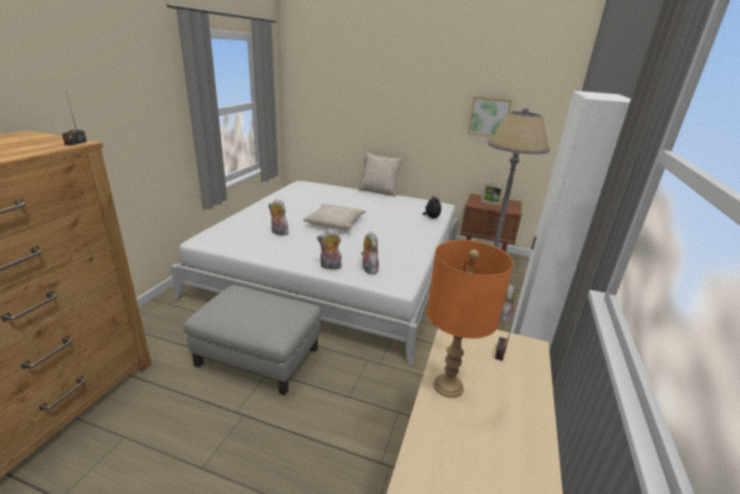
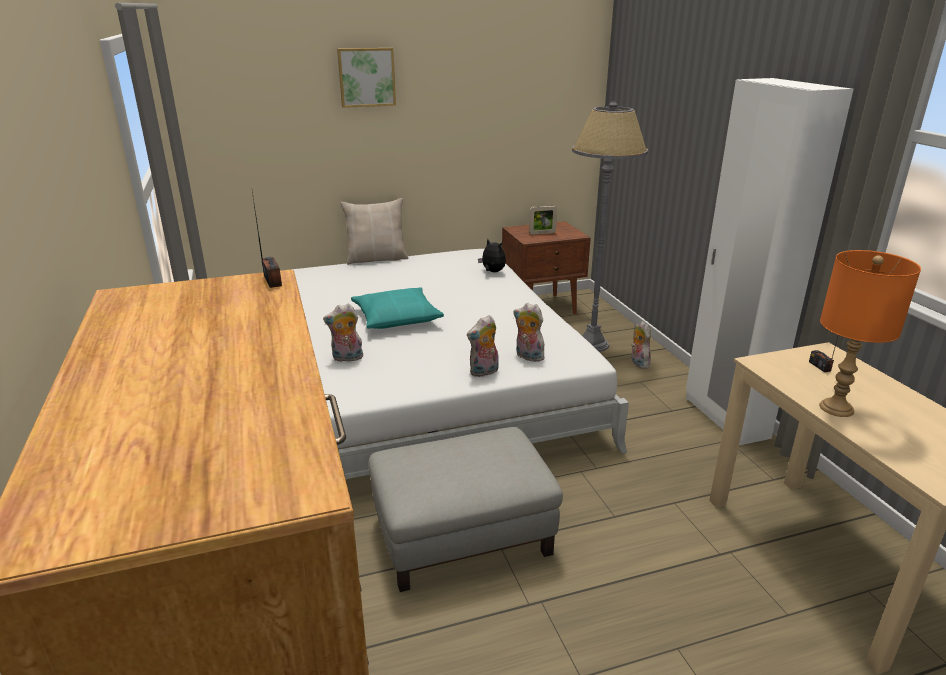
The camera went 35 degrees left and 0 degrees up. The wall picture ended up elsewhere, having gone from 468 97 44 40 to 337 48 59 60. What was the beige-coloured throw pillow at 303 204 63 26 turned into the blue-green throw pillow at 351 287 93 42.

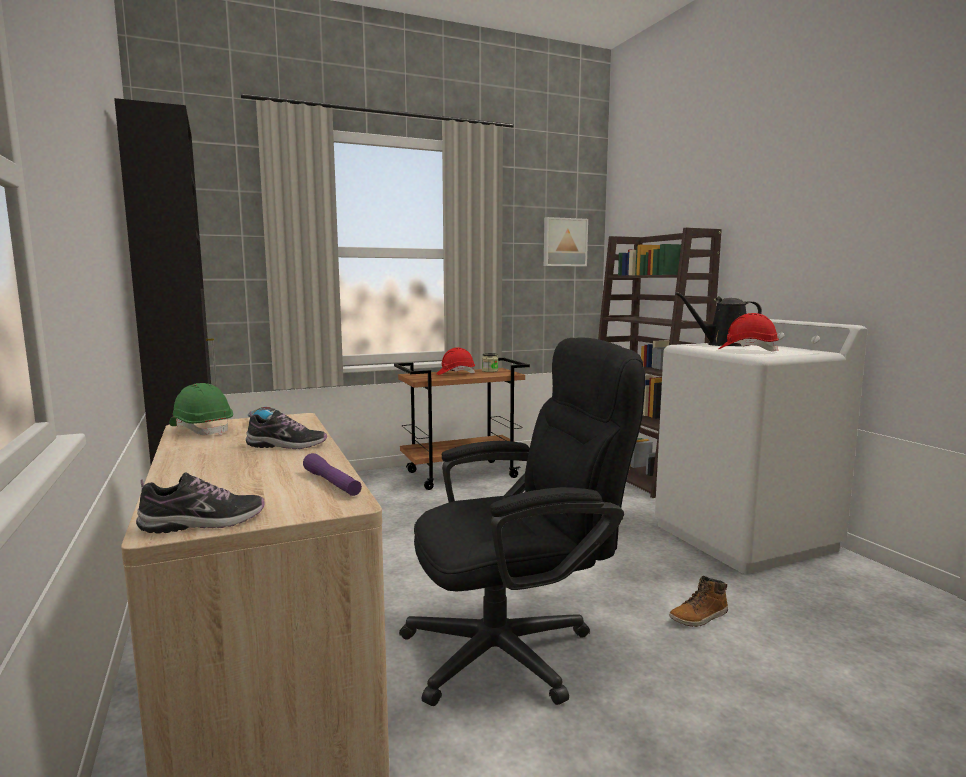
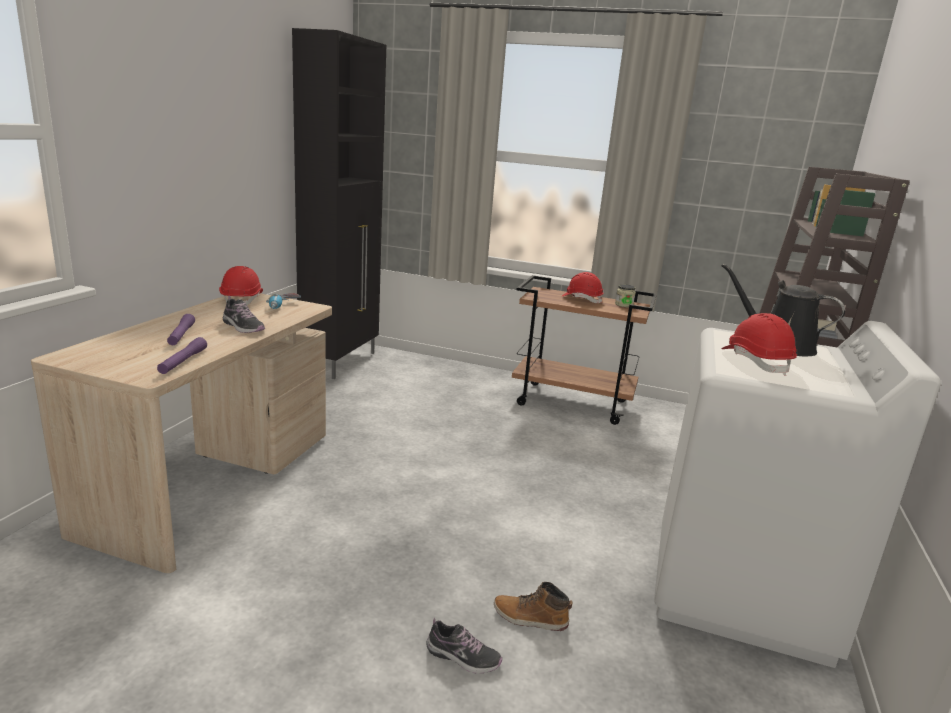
The camera went 40 degrees right and 10 degrees up. The second view lost the black desk chair at 399 337 247 369. The second view lost the wall picture at 544 217 44 49. The second view gained the purple flashlight at 167 314 28 31. The low shoe ended up elsewhere, having gone from 136 472 129 61 to 426 618 76 55. What was the green safety helmet at 169 383 64 53 turned into the red-coloured safety helmet at 219 266 44 39.

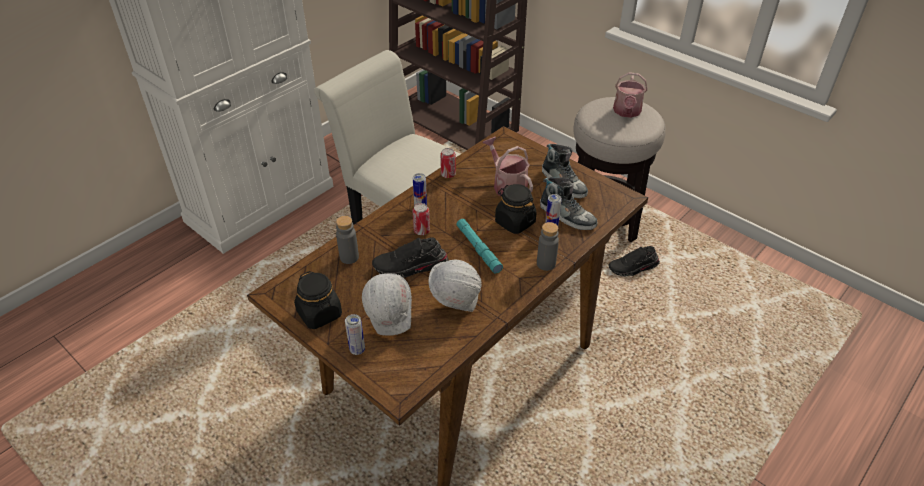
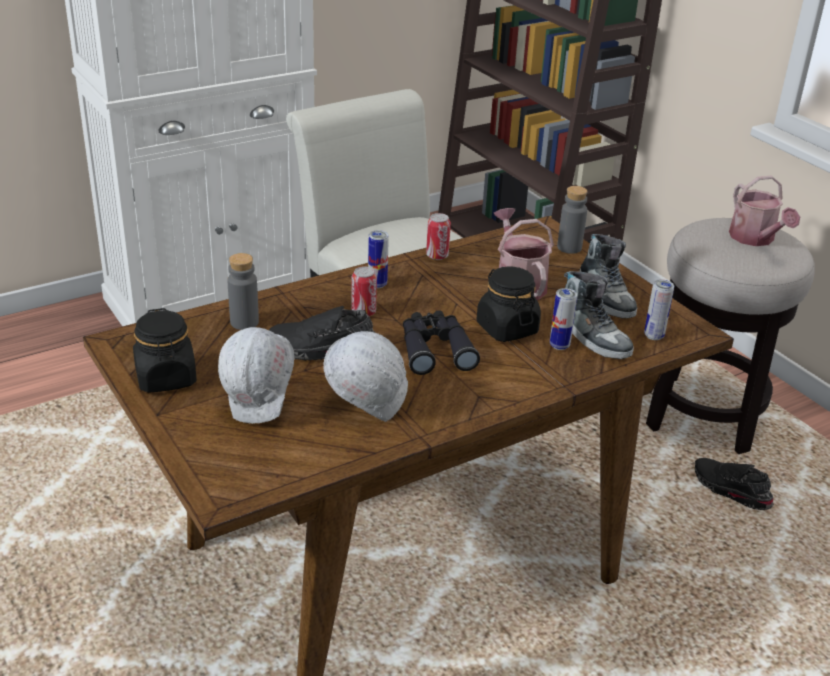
The camera went 15 degrees right and 10 degrees down. The sealed can ended up elsewhere, having gone from 345 314 20 41 to 644 279 30 61. The grey bottle ended up elsewhere, having gone from 537 222 22 49 to 557 186 31 68. Where the blue-green flashlight stood at 457 219 46 55, the black field glasses came to stand at 403 310 77 65. The black low shoe at 608 246 52 31 ended up facing another way, 45 degrees clockwise from before. The watering can at 613 72 34 46 ended up facing another way, 45 degrees counterclockwise from before.

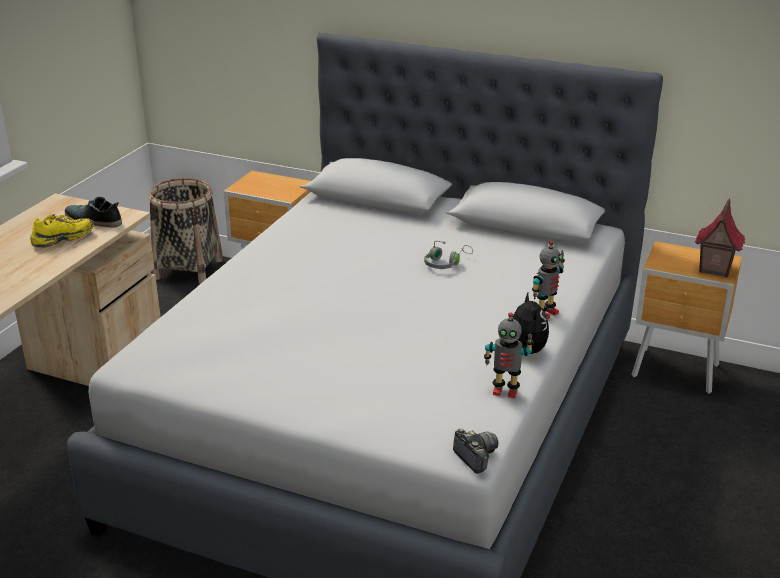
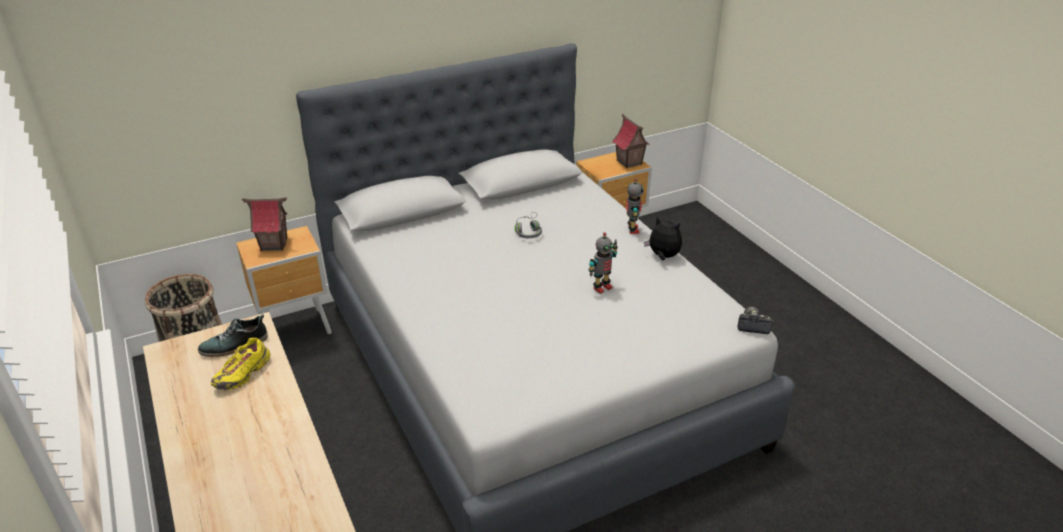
The camera went 50 degrees left and 5 degrees up. The second view gained the model house at 242 197 46 54. The model robot ended up elsewhere, having gone from 484 312 50 86 to 589 232 29 62. The yellow-coloured low shoe at 30 214 64 34 ended up facing another way, 150 degrees counterclockwise from before.

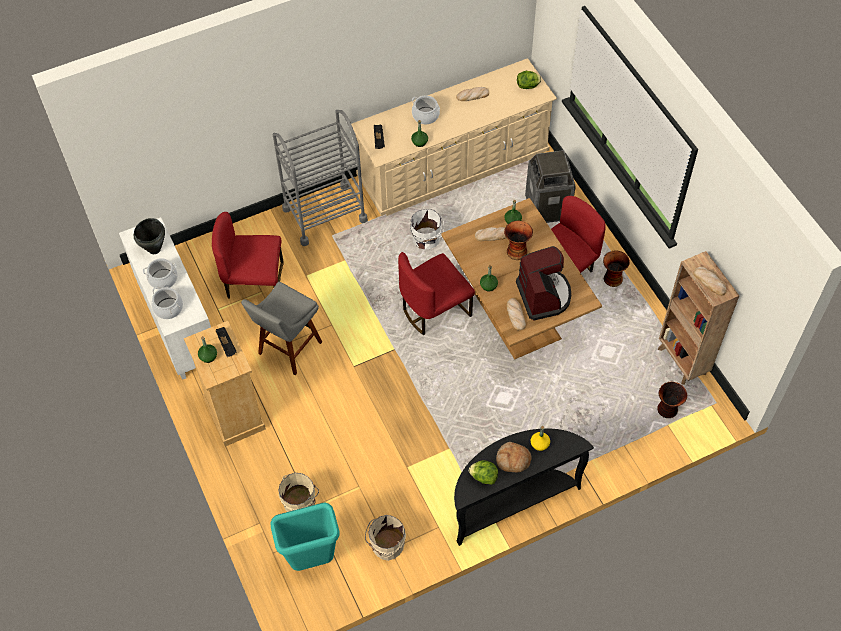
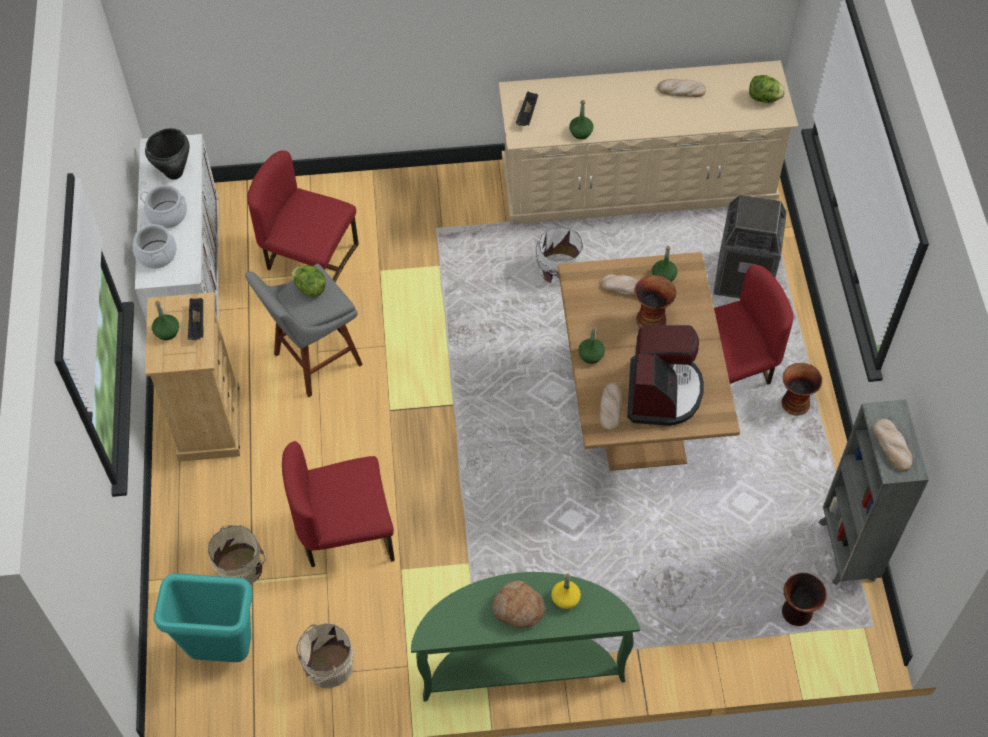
The camera went 20 degrees right and 0 degrees up. The second view lost the grey trolley at 273 110 95 136. The second view lost the cooking pot at 412 95 28 29. The red-coloured plain chair ended up elsewhere, having gone from 398 252 77 83 to 282 441 113 126. The head of lettuce ended up elsewhere, having gone from 469 460 29 25 to 291 265 35 32. What was the black hall table at 454 428 140 118 turned into the green hall table at 411 572 229 130. What was the brown shelving unit at 658 251 81 134 turned into the grey shelving unit at 819 399 110 186.

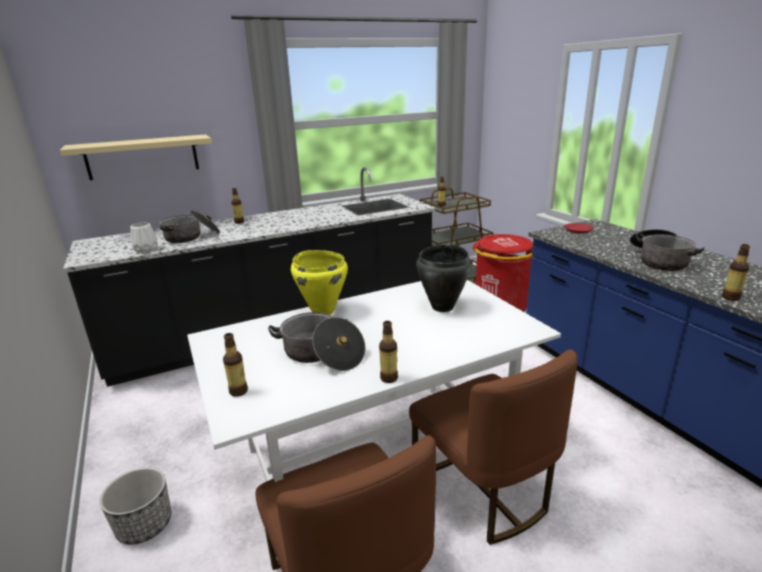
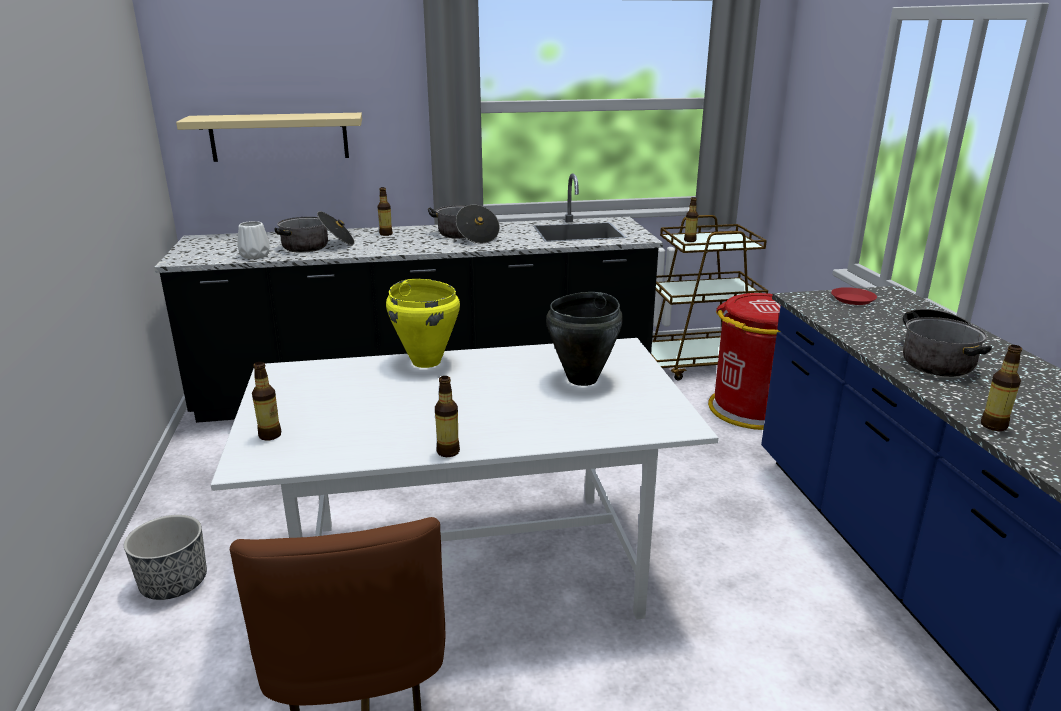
The camera went 15 degrees right and 0 degrees up. The second view lost the brown plain chair at 409 349 169 196. The cooking pot ended up elsewhere, having gone from 268 312 98 59 to 428 205 72 39.

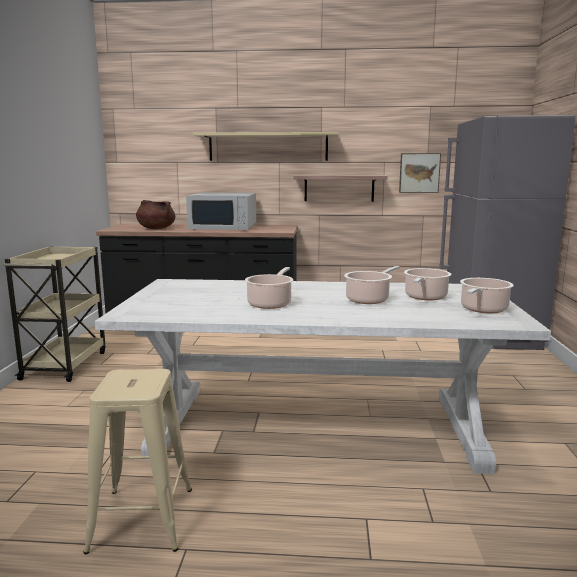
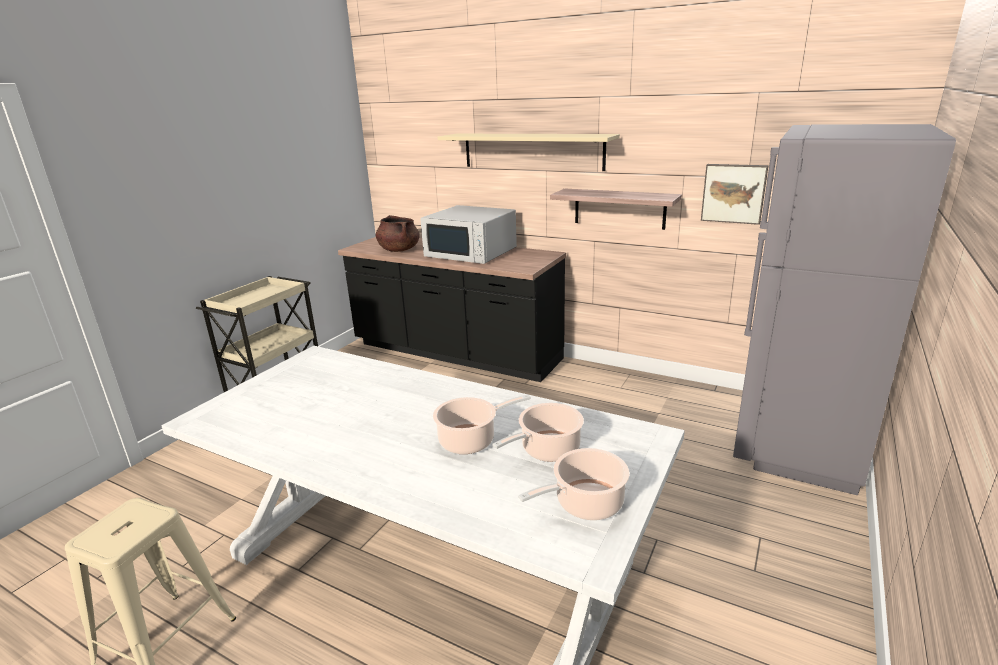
The camera went 25 degrees right and 10 degrees up. The second view lost the cooking pot at 245 267 48 42.

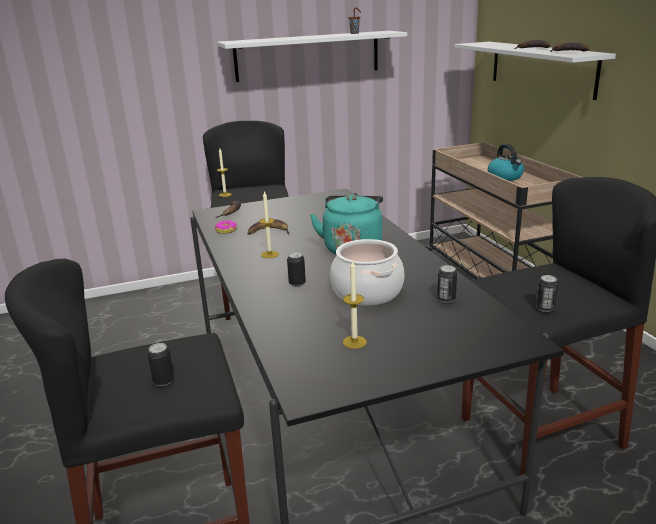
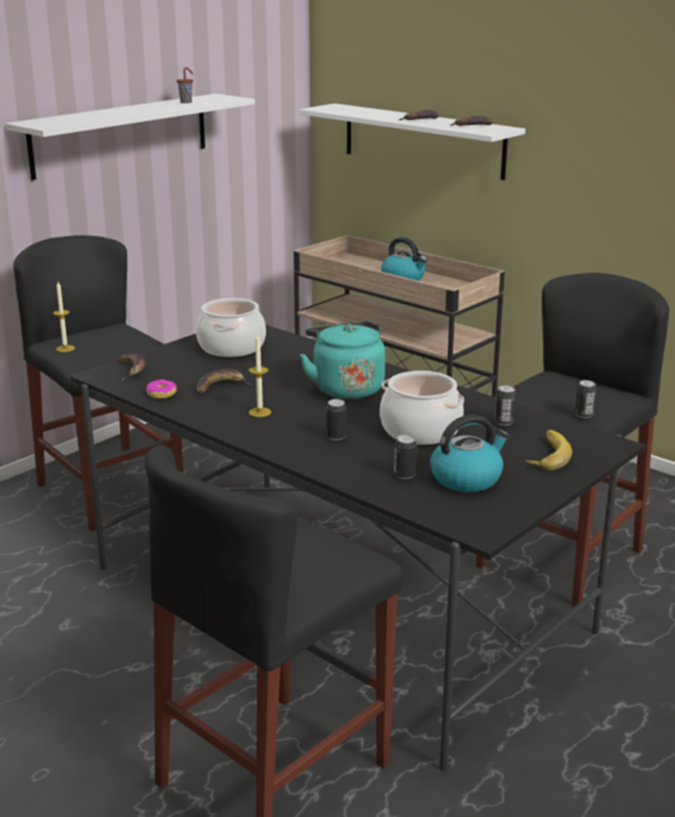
The camera went 30 degrees left and 0 degrees up. The second view gained the cooking pot at 196 298 70 59. The second view gained the banana fruit at 524 430 48 40. The sealed can ended up elsewhere, having gone from 147 343 27 43 to 394 435 23 44. Where the candle stood at 343 260 24 89, the kettle came to stand at 430 414 79 78.

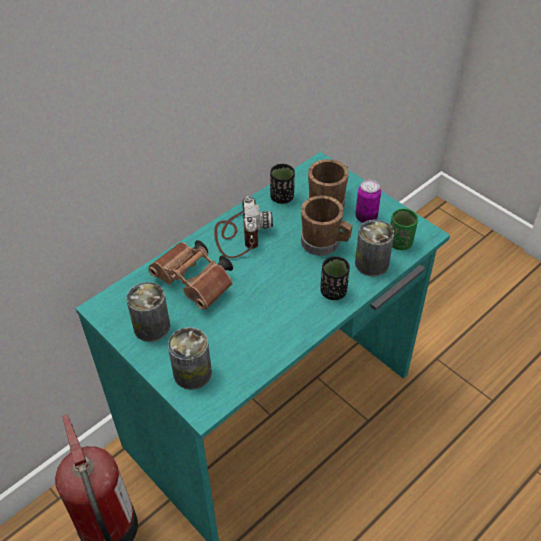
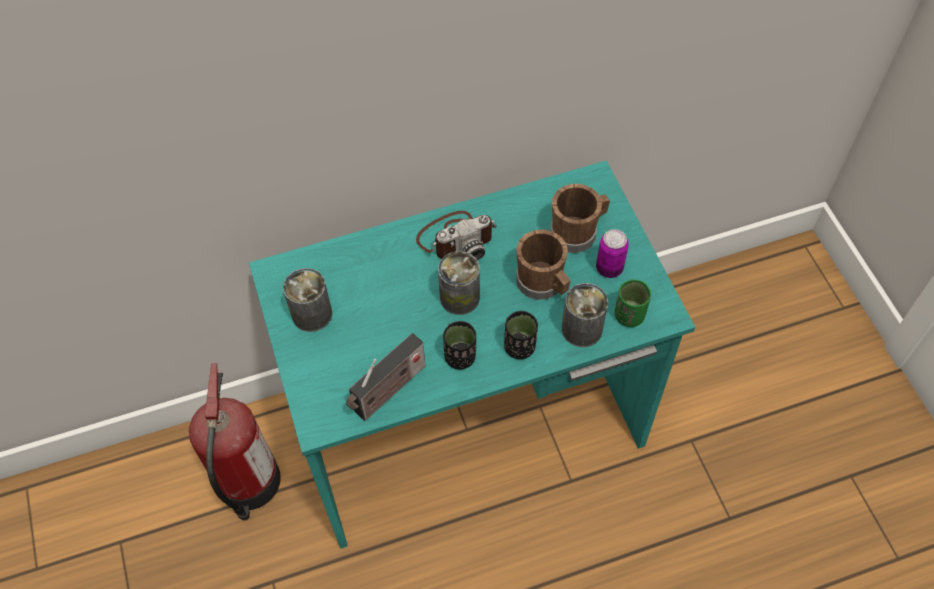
The camera went 25 degrees right and 10 degrees up. The second view lost the brown field glasses at 148 240 85 69. The second view gained the radio at 346 333 80 88. The sealed can ended up elsewhere, having gone from 168 327 44 63 to 438 251 42 64. The black cup ended up elsewhere, having gone from 270 164 25 40 to 443 321 33 48. The still camera at 214 196 59 62 ended up facing another way, 45 degrees clockwise from before.

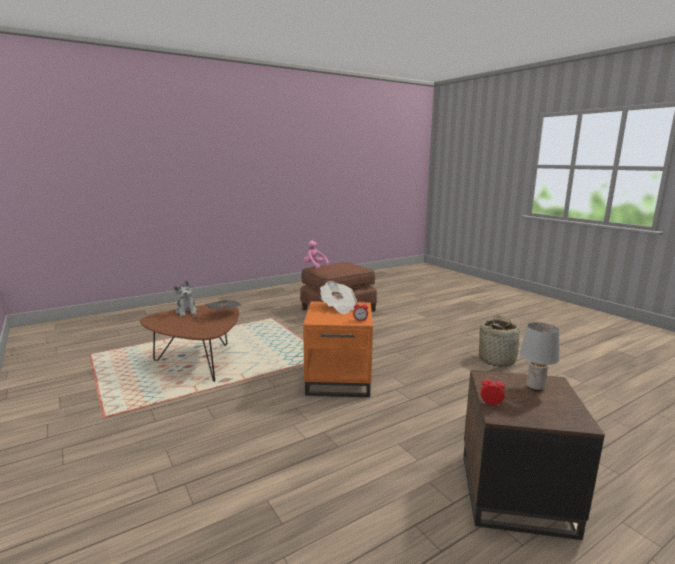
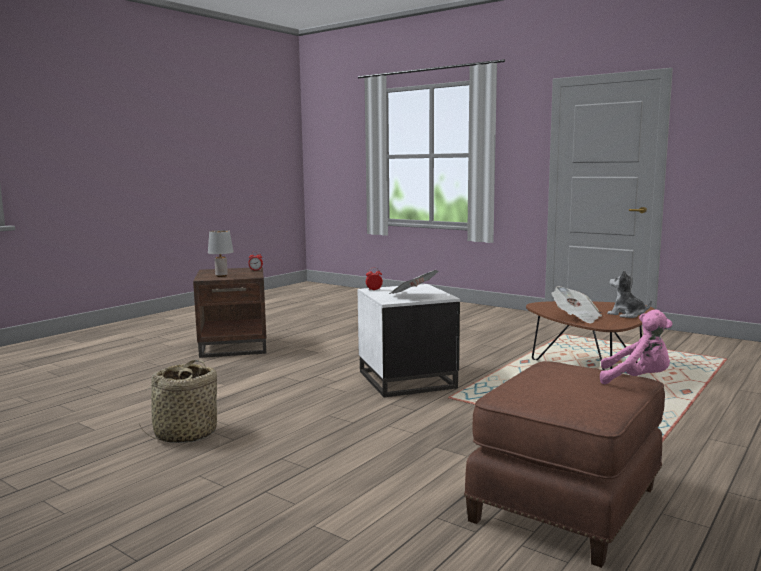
The camera went 160 degrees right and 5 degrees down. What was the orangey end table at 303 301 70 96 turned into the white end table at 358 284 102 113.

